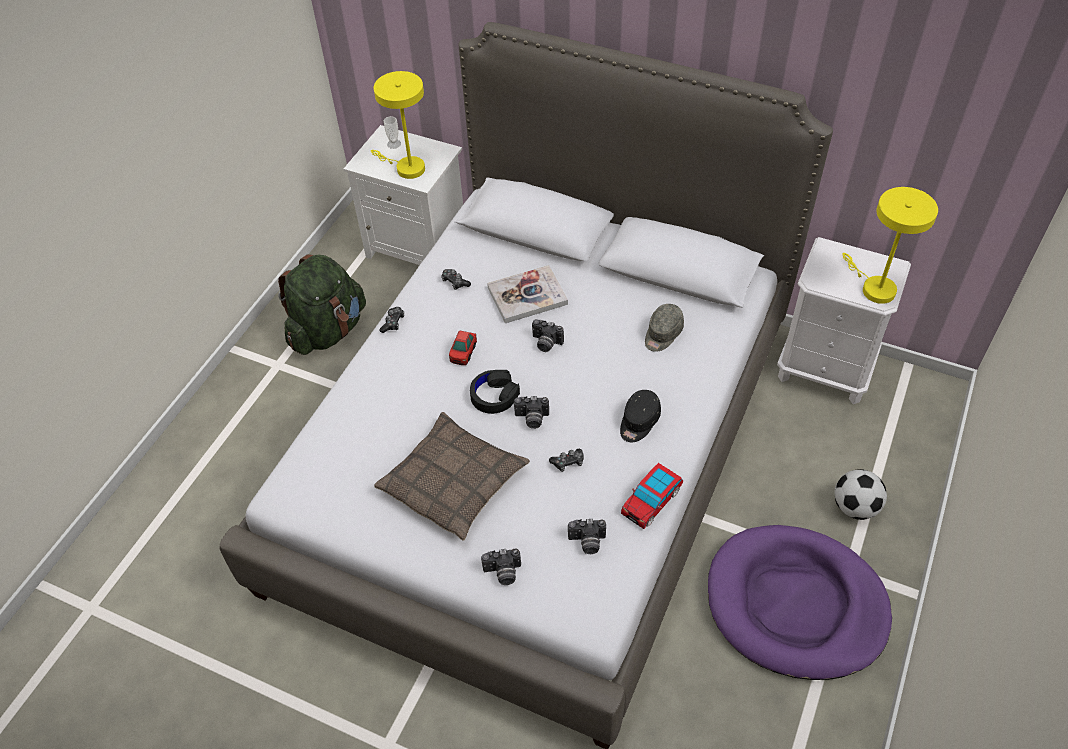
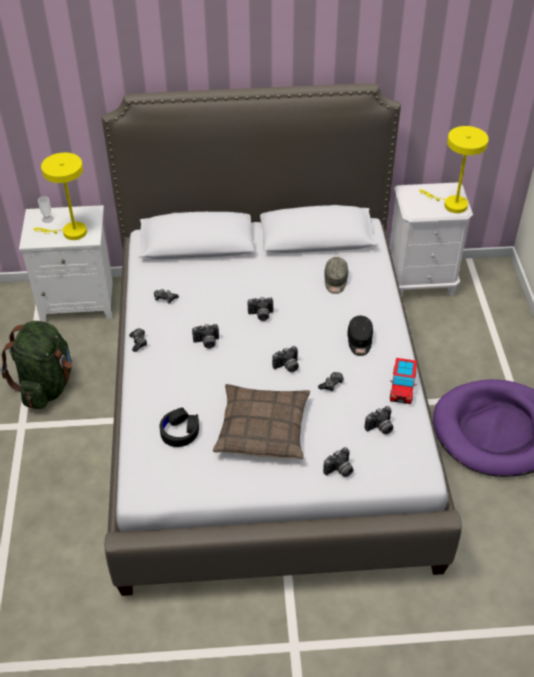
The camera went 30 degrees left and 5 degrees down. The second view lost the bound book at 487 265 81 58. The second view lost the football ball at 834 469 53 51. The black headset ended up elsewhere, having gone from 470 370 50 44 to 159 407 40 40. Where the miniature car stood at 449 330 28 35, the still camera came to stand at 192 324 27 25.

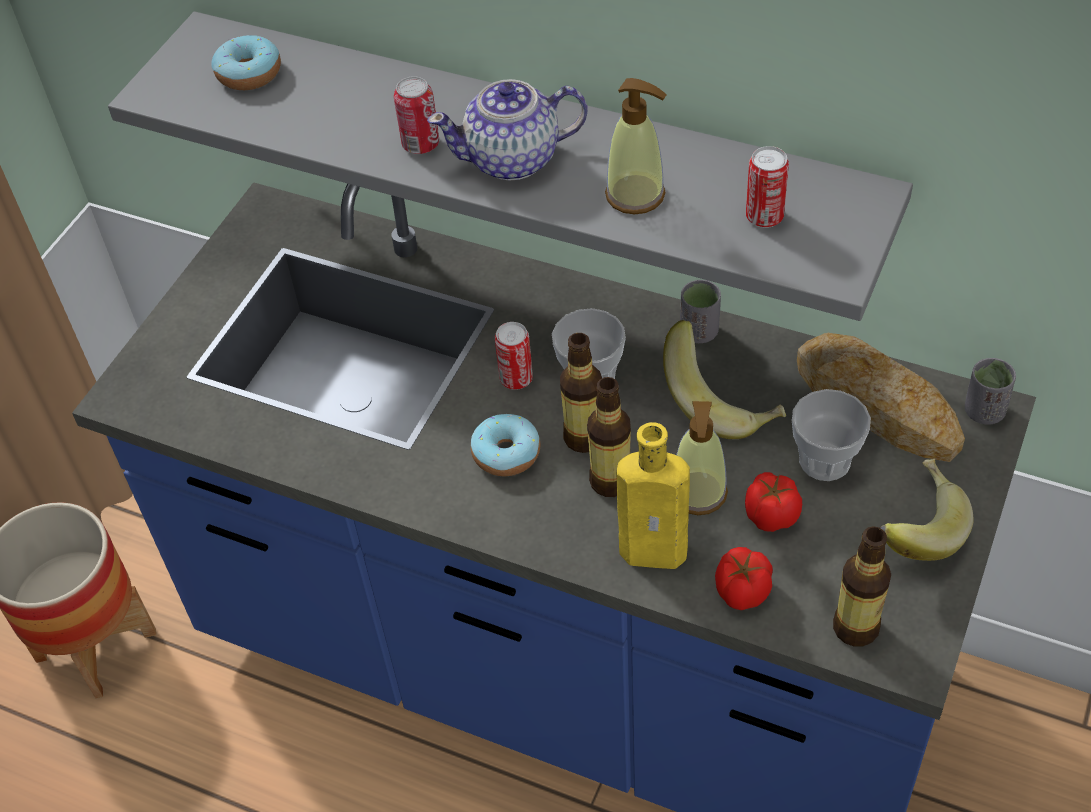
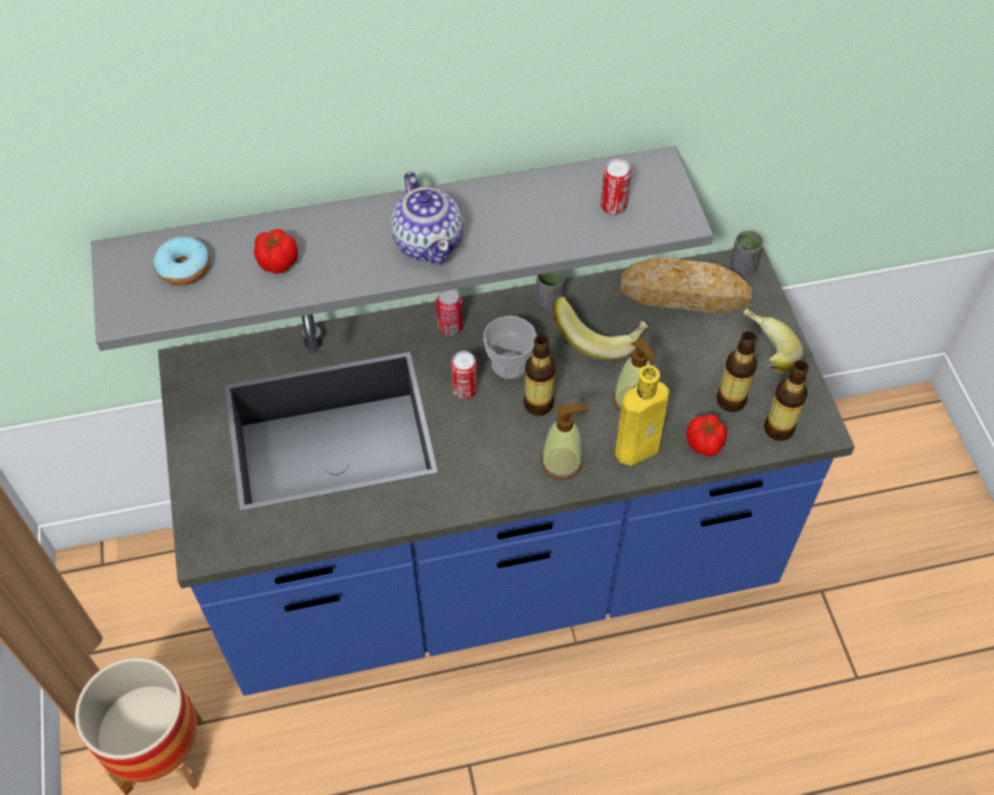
The camera went 40 degrees left and 5 degrees up. The second view lost the doughnut at 471 414 69 62. The second view lost the cup at 792 389 79 92. The sealed can ended up elsewhere, having gone from 394 76 45 78 to 436 289 27 46. The bottle ended up elsewhere, having gone from 587 377 44 120 to 716 331 41 81. The liquid soap bottle ended up elsewhere, having gone from 605 78 62 137 to 541 404 48 76. The fresh tomato ended up elsewhere, having gone from 745 472 57 60 to 254 229 44 45. The pot for tea at 427 79 161 101 ended up facing another way, 60 degrees counterclockwise from before.

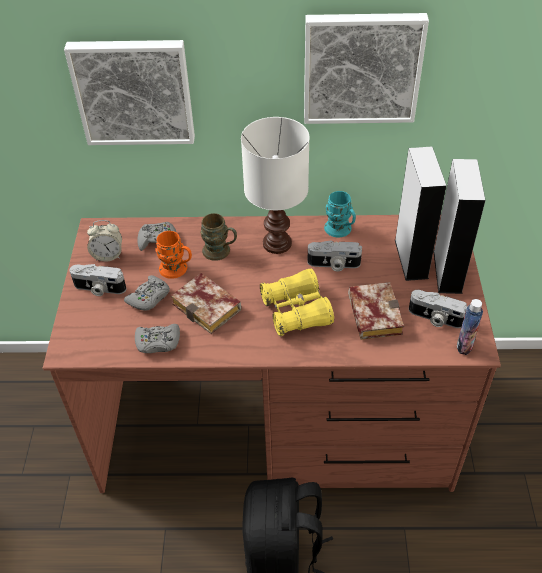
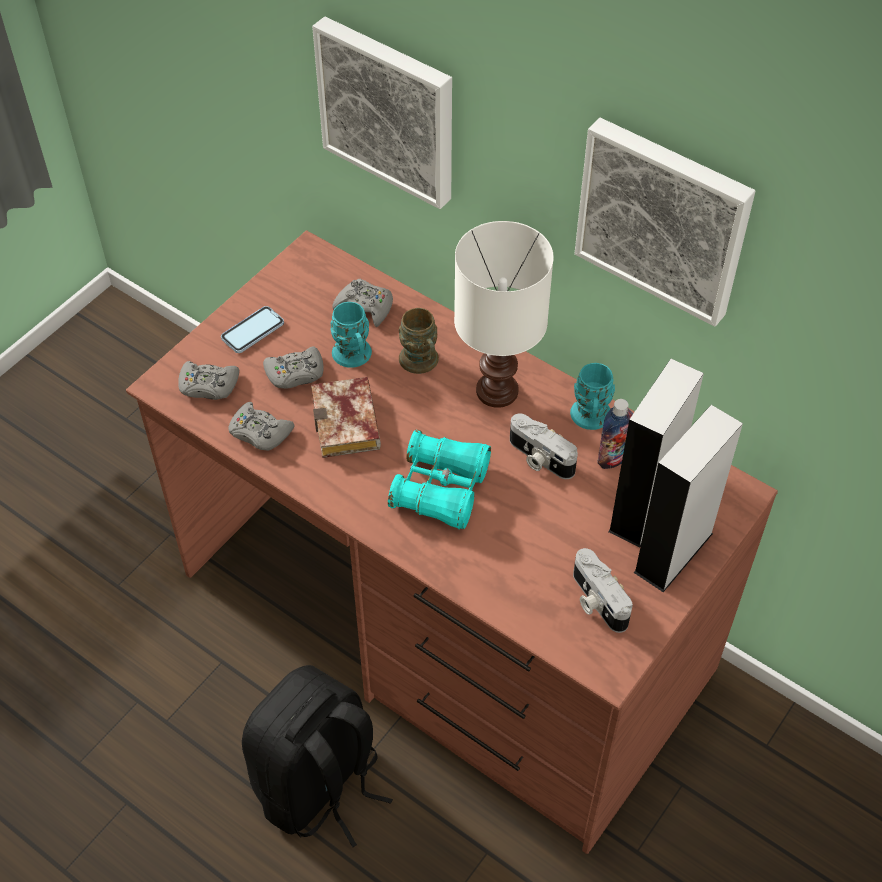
The camera went 35 degrees right and 5 degrees up. The second view lost the table clock at 87 220 35 42. The second view lost the bound book at 348 282 56 58. The second view gained the grey game controller at 178 361 61 39. The bottle ended up elsewhere, having gone from 457 299 26 56 to 597 399 36 70. Where the still camera stood at 69 264 57 32, the handset came to stand at 221 306 63 47. What was the orangey coffee mug at 155 231 37 48 turned into the blue-green coffee mug at 330 302 42 66. What was the yellow-coloured field glasses at 260 269 74 67 turned into the blue-green field glasses at 388 430 103 99.

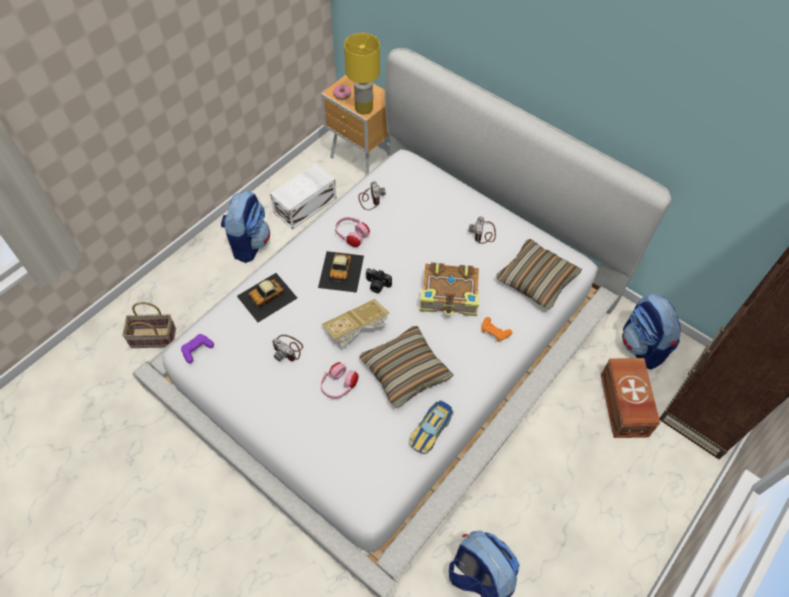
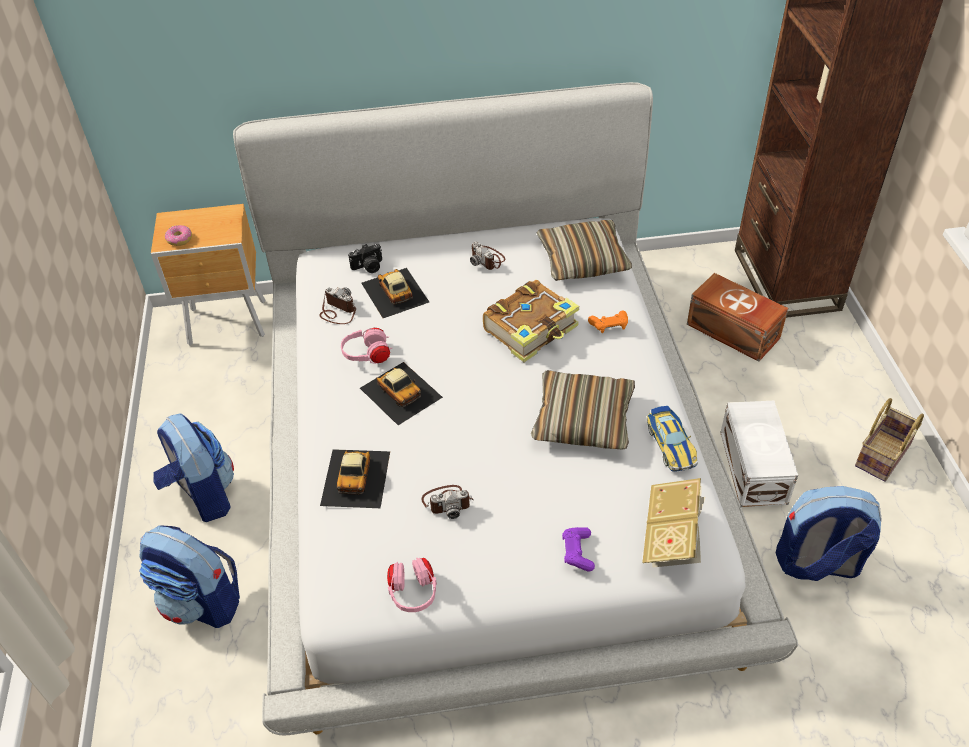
The camera went 45 degrees left and 10 degrees down. The second view lost the yellow-coloured lamp for a table at 344 33 36 81. The second view gained the miniature car at 361 268 68 50. The basket ended up elsewhere, having gone from 122 302 54 46 to 855 398 69 84. The purple game controller ended up elsewhere, having gone from 181 334 33 29 to 562 527 33 45. The white storage container ended up elsewhere, having gone from 270 164 67 65 to 720 401 78 106. The bound book ended up elsewhere, having gone from 321 299 68 48 to 642 478 63 90. The pink-coloured headset ended up elsewhere, having gone from 321 362 37 37 to 387 558 50 54. The still camera ended up elsewhere, having gone from 365 268 27 25 to 348 244 34 29. The knapsack ended up elsewhere, having gone from 622 293 58 77 to 139 525 101 103.

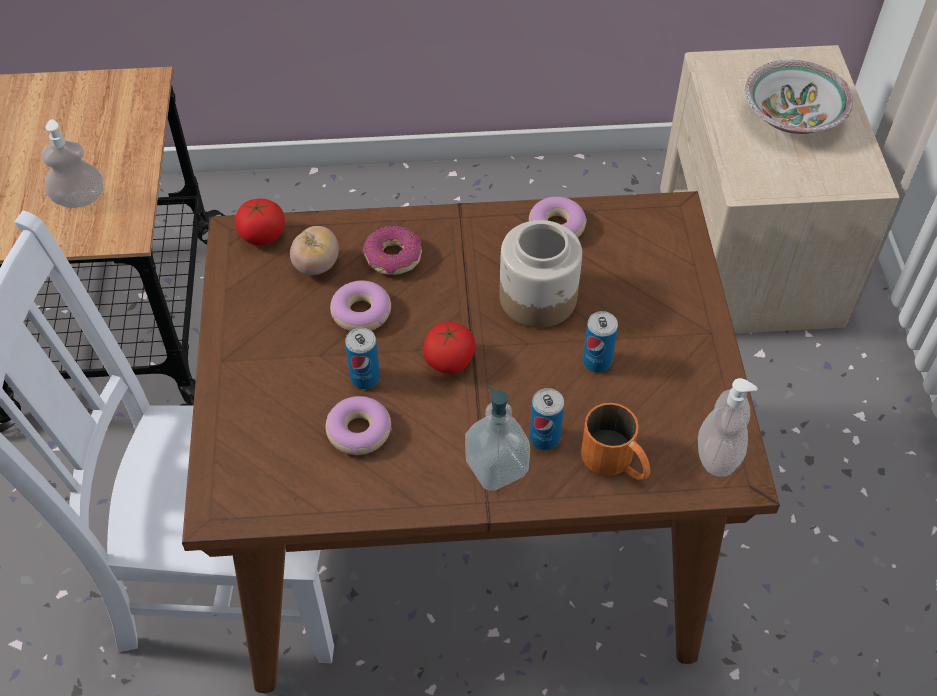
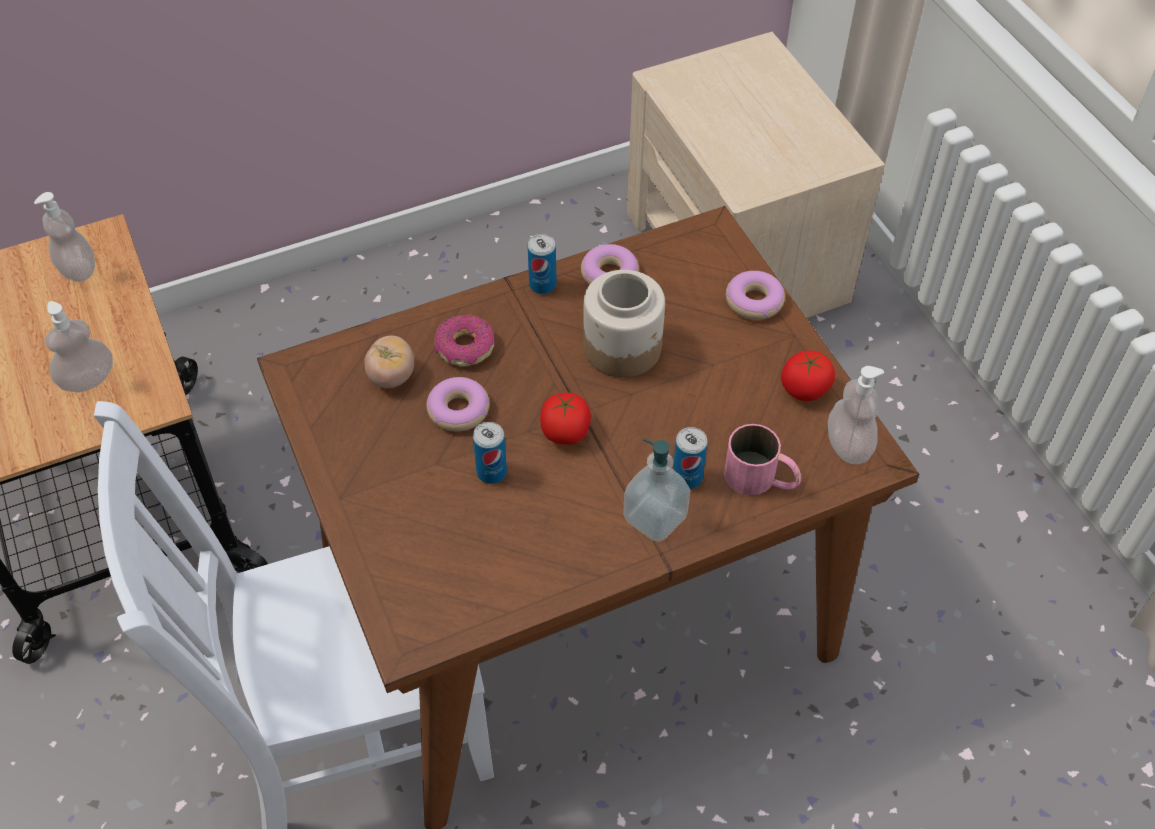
The camera went 20 degrees left and 0 degrees up. The second view lost the bowl at 745 60 108 74. The second view gained the liquid soap bottle at 34 192 61 90. The fresh tomato ended up elsewhere, having gone from 235 199 50 46 to 781 350 54 51. The doughnut ended up elsewhere, having gone from 325 396 67 59 to 725 271 60 49. The sealed can ended up elsewhere, having gone from 583 311 35 62 to 528 234 29 60. What was the orangey coffee mug at 581 403 69 77 turned into the pink-coloured coffee mug at 724 424 77 71.

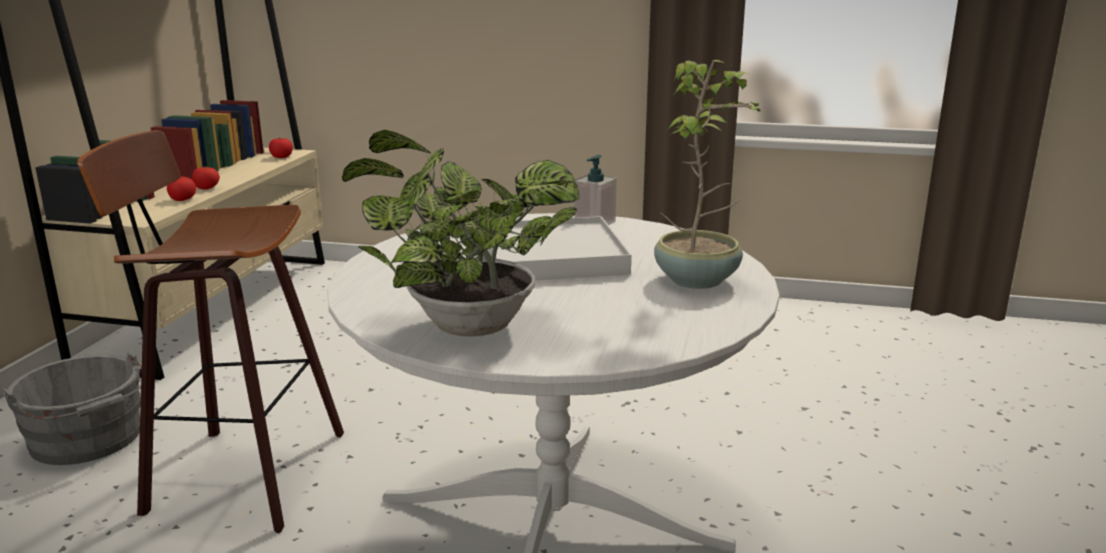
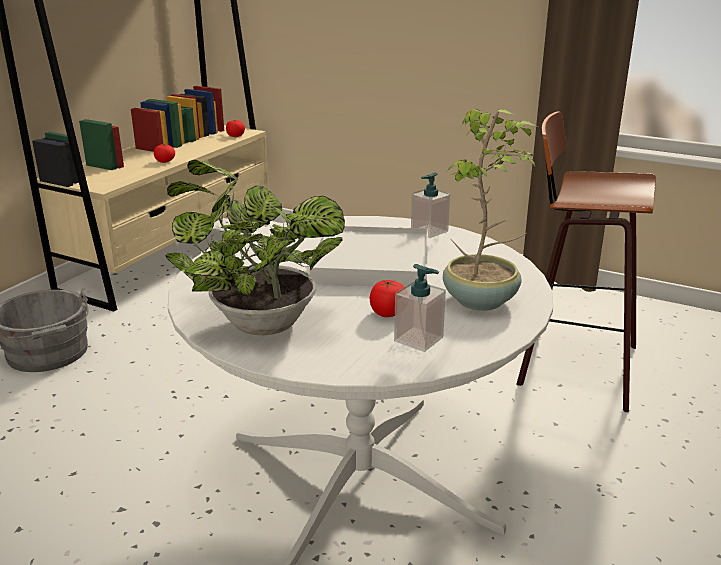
The camera went 15 degrees right and 5 degrees up. The second view gained the liquid soap bottle at 394 264 52 88. The stool ended up elsewhere, having gone from 77 130 267 403 to 516 111 140 301. The fresh tomato ended up elsewhere, having gone from 167 176 29 25 to 370 280 34 37.

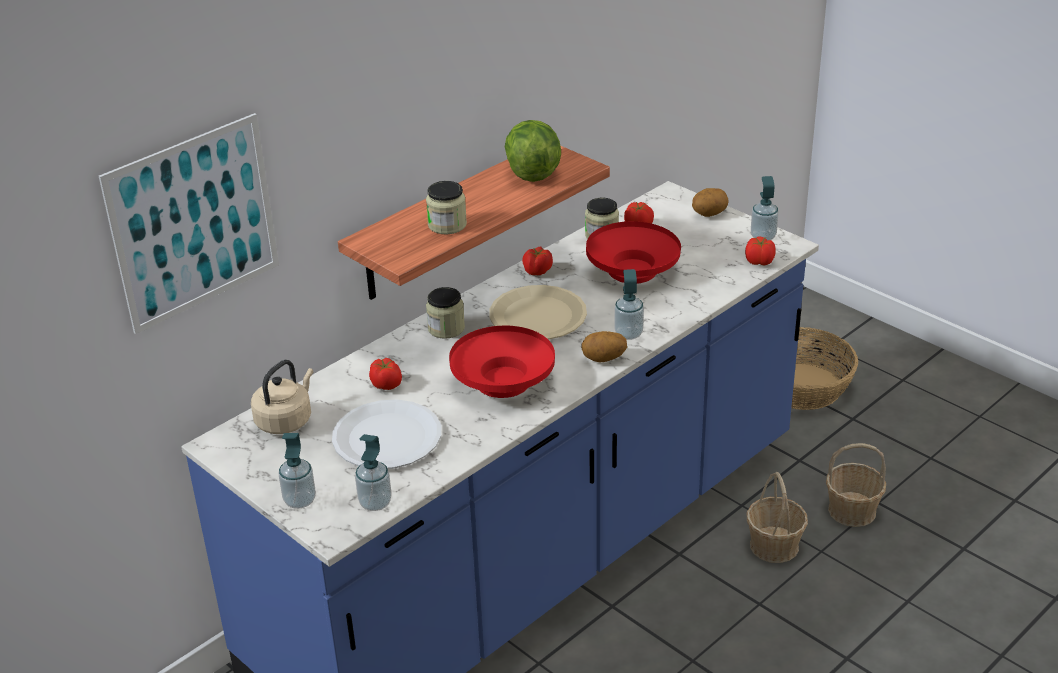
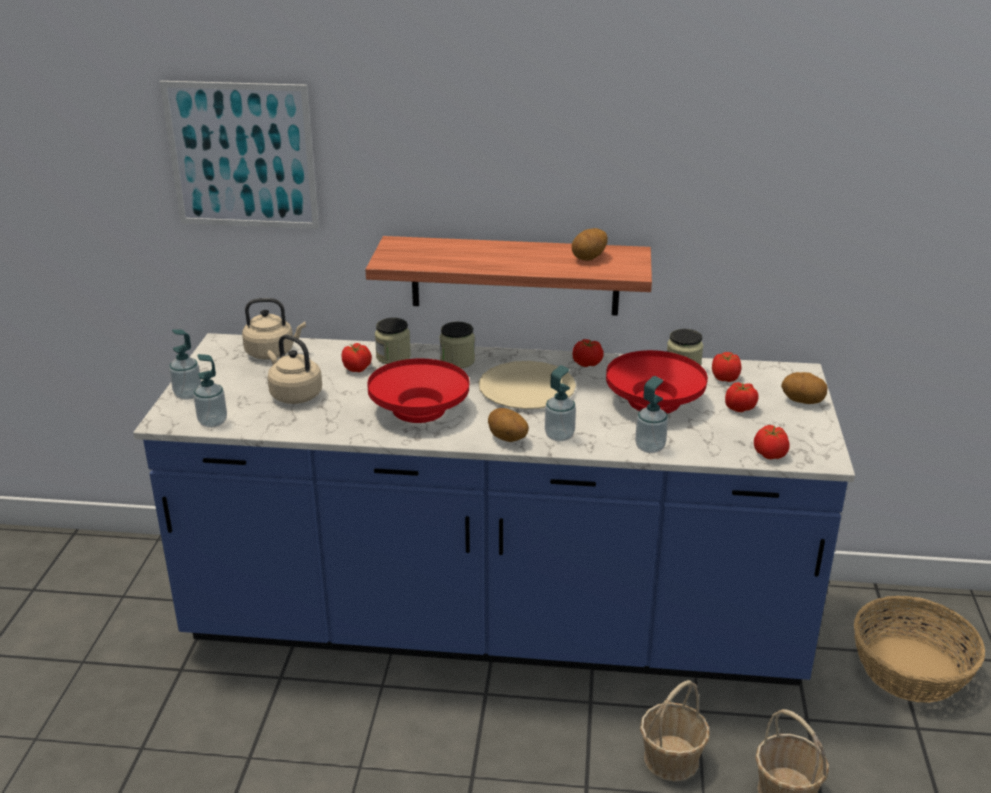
The camera went 50 degrees right and 5 degrees down. The second view gained the fresh tomato at 725 382 33 30. The jar ended up elsewhere, having gone from 426 181 41 53 to 375 318 36 46. The liquid soap bottle ended up elsewhere, having gone from 751 176 28 65 to 635 376 33 77. Where the white dinner plate stood at 332 399 109 70, the beige-coloured kettle came to stand at 267 335 55 69. Where the head of lettuce stood at 505 120 56 62, the potato came to stand at 572 228 36 33.

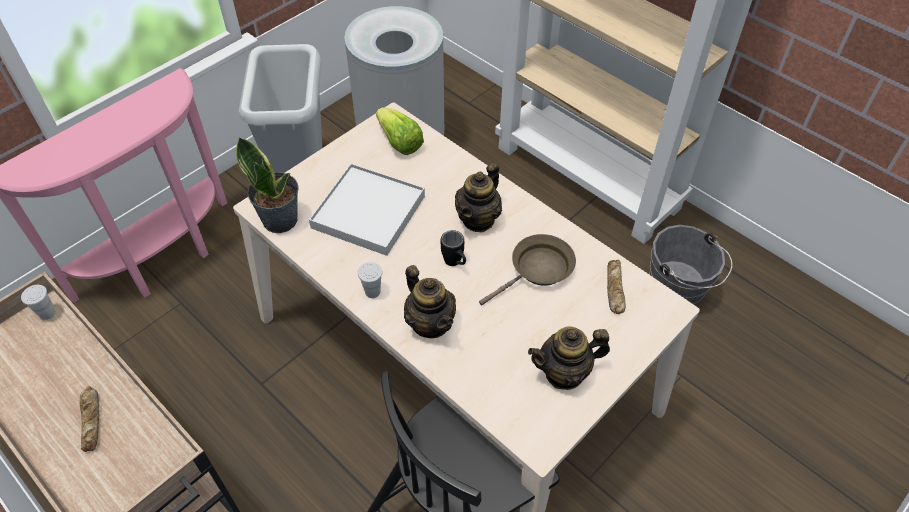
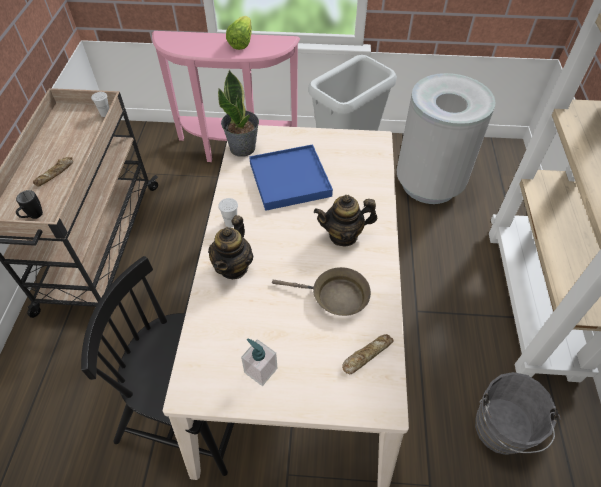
The camera went 50 degrees right and 0 degrees up. The head of lettuce ended up elsewhere, having gone from 376 107 48 48 to 226 16 26 34. The black coffee mug ended up elsewhere, having gone from 441 230 25 36 to 16 190 27 29. Where the pot for tea stood at 528 327 82 63, the liquid soap bottle came to stand at 241 339 36 47. What was the white serving tray at 309 163 116 93 turned into the blue-coloured serving tray at 249 144 84 67.

